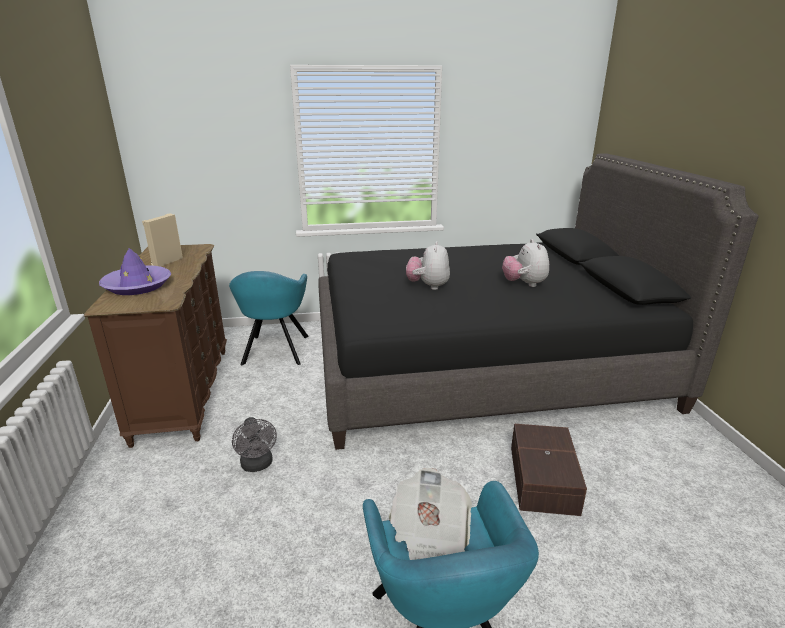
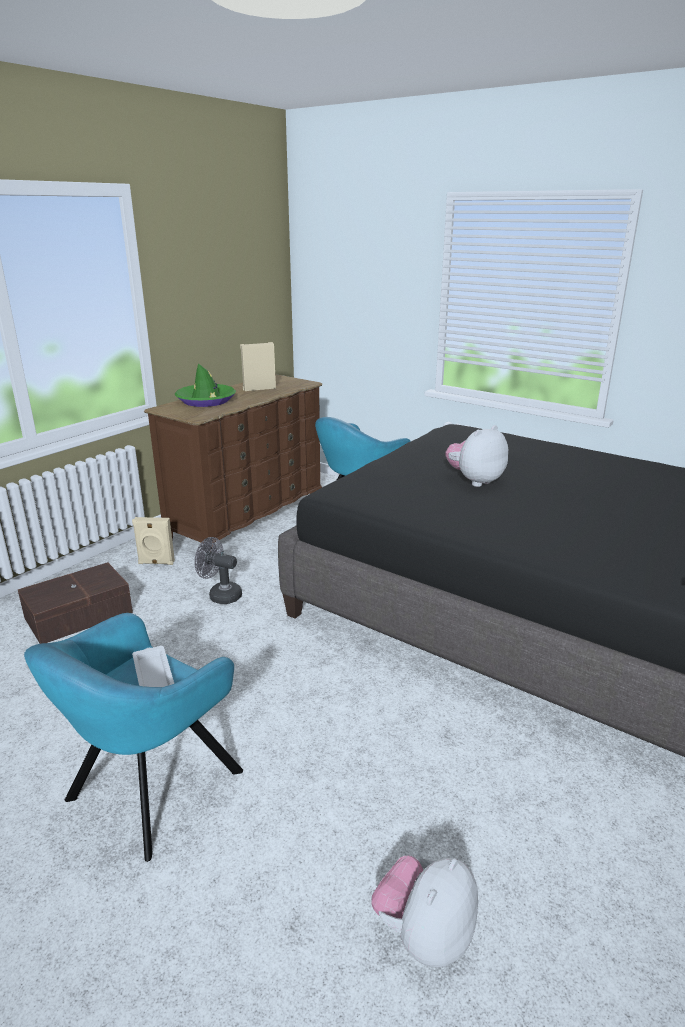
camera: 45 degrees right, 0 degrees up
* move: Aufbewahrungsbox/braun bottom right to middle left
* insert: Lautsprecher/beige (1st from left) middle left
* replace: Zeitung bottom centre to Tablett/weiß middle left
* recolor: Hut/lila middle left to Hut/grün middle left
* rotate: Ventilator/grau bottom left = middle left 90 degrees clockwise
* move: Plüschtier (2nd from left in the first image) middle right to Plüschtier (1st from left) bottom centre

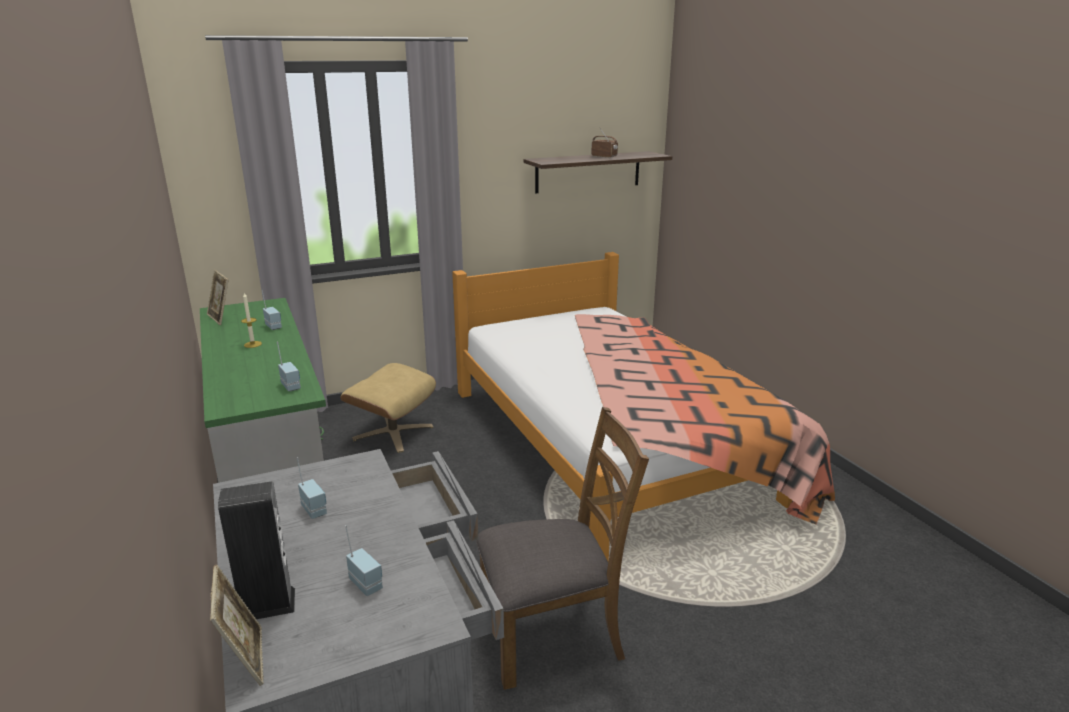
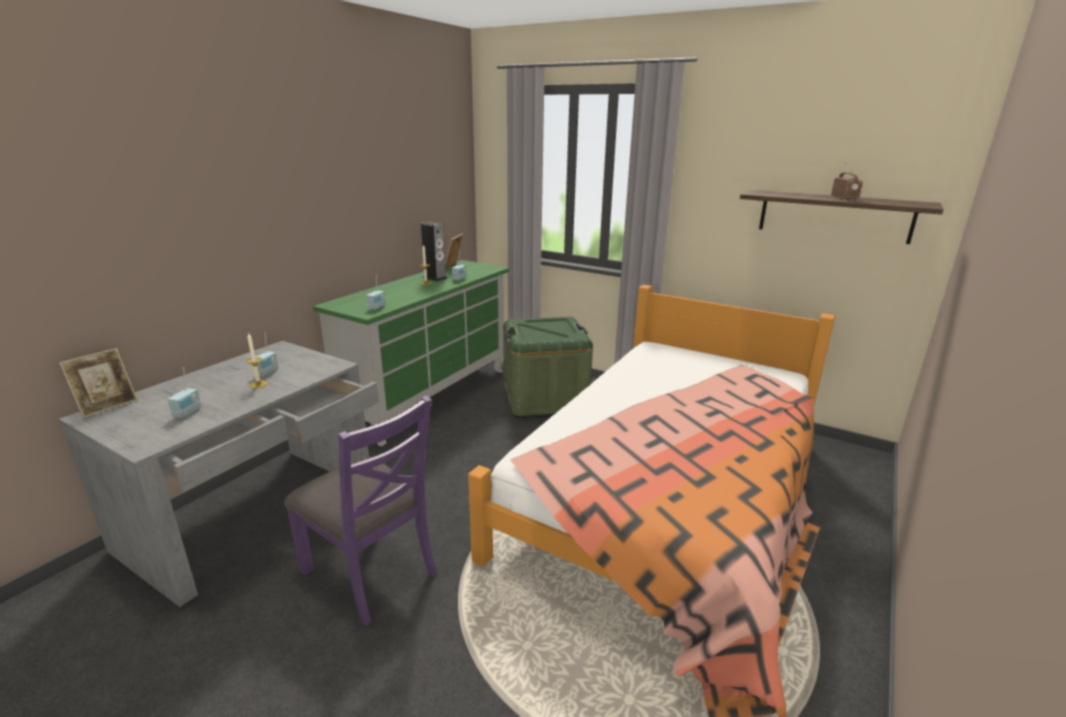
camera: 55 degrees right, 0 degrees up
* insert: Kerze (1st from left) middle left
* recolor: Stuhl/braun bottom centre to Stuhl/lila bottom centre
* move: Lautsprecher bottom left to centre
* replace: Polsterhocker/beige centre to Aufbewahrungsbox/grün centre

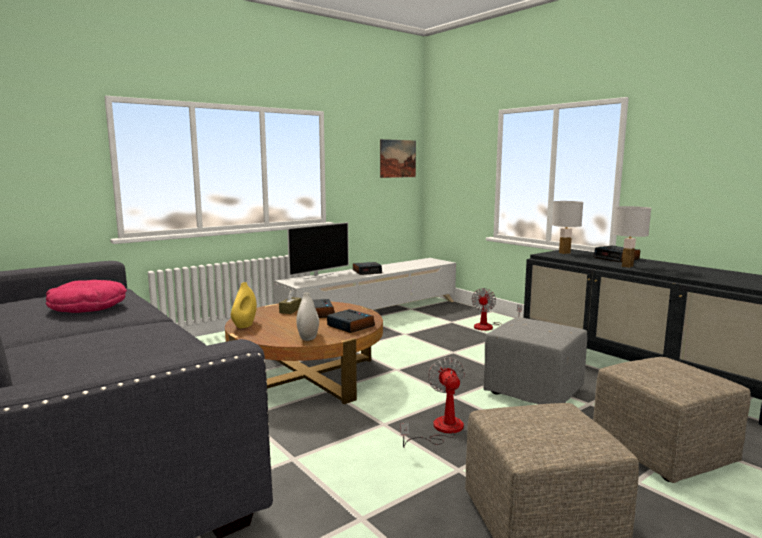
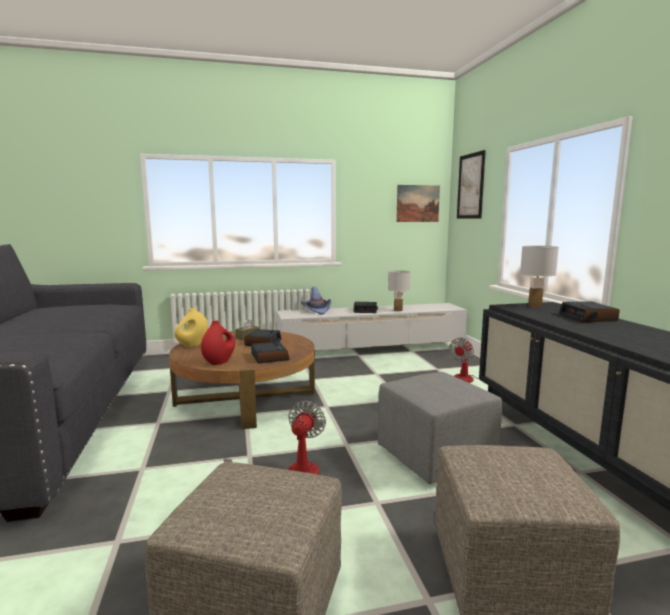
camera: 25 degrees right, 0 degrees up
* recolor: Vase/weiß centre to Vase/rot middle left
* replace: Fernseher centre to Hut/lila centre
* move: Tischlampe/weiß (2nd from left in the first image) middle right to Tischlampe/weiß (1st from left) centre
* insert: Bild (2nd from left) top right
* delete: Kissen/rosa middle left

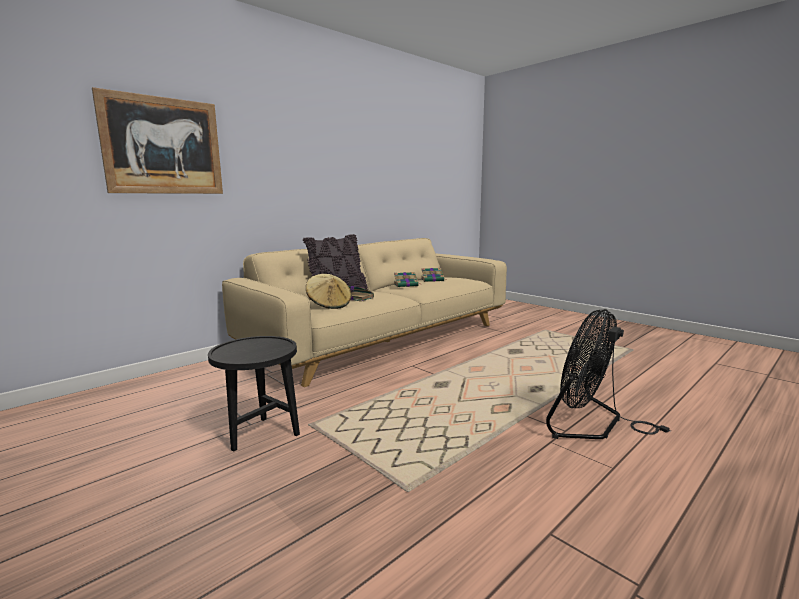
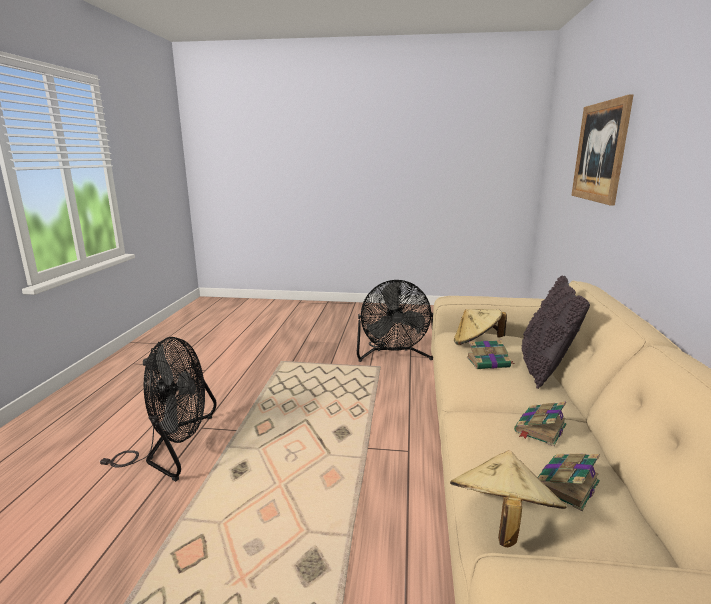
camera: 140 degrees right, 5 degrees up
* replace: Beistelltisch/schwarz middle left to Ventilator/schwarz (2nd from left) centre
* insert: Hut/beige (2nd from left) bottom right

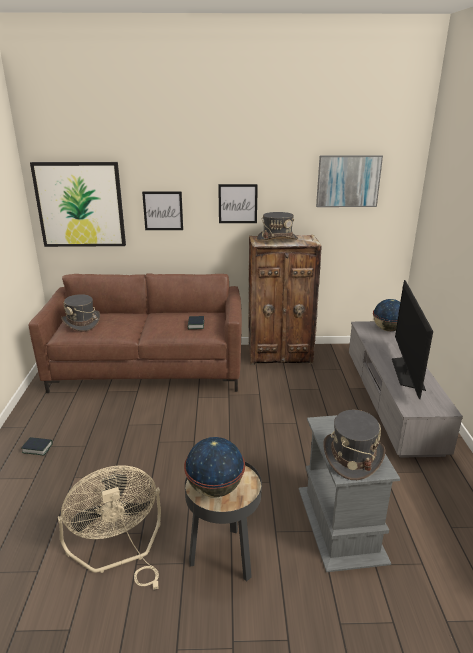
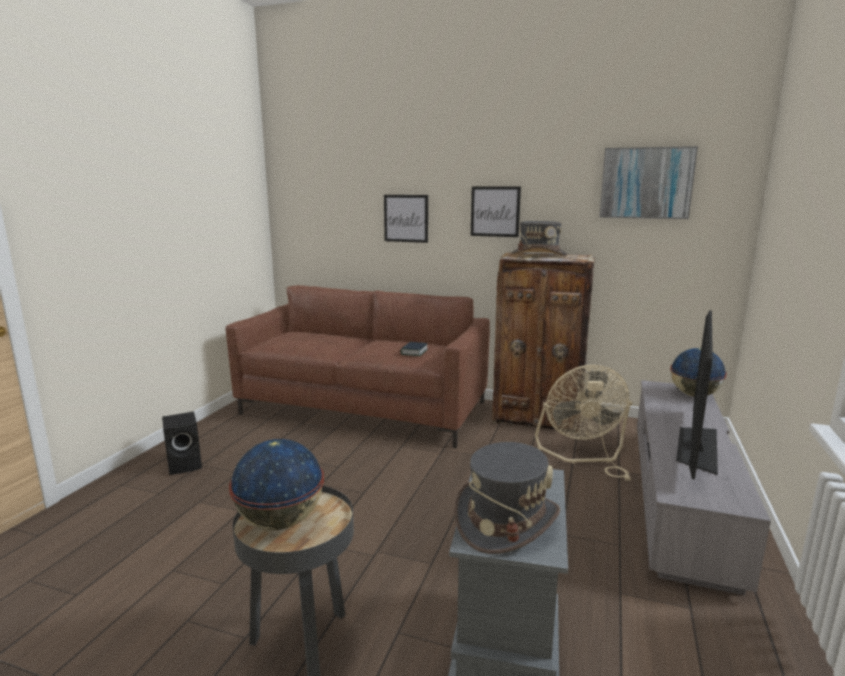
camera: 20 degrees right, 10 degrees down
* replace: Buch (1st from left) bottom left to Lautsprecher/schwarz middle left
* move: Ventilator/beige bottom left to middle right
* delete: Bild (1st from left) top left
* delete: Hut/grau (1st from left) middle left

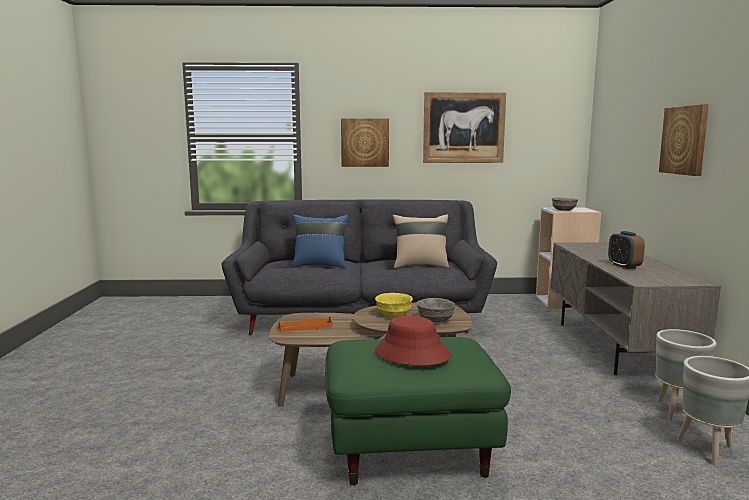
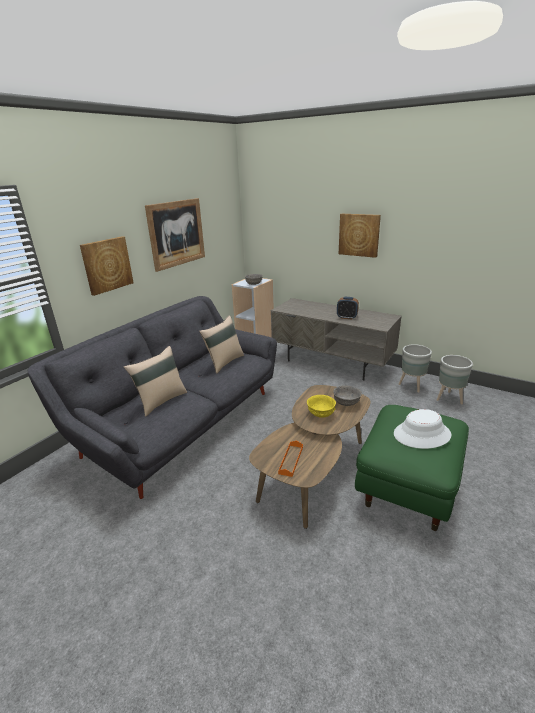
camera: 55 degrees left, 15 degrees up
* recolor: Kissen/blau centre to Kissen/beige (1st from left) middle left
* recolor: Hut/rot bottom centre to Hut/weiß middle right

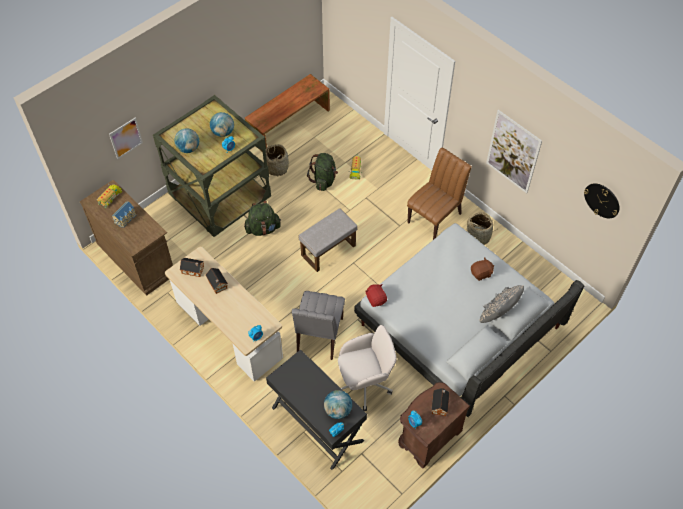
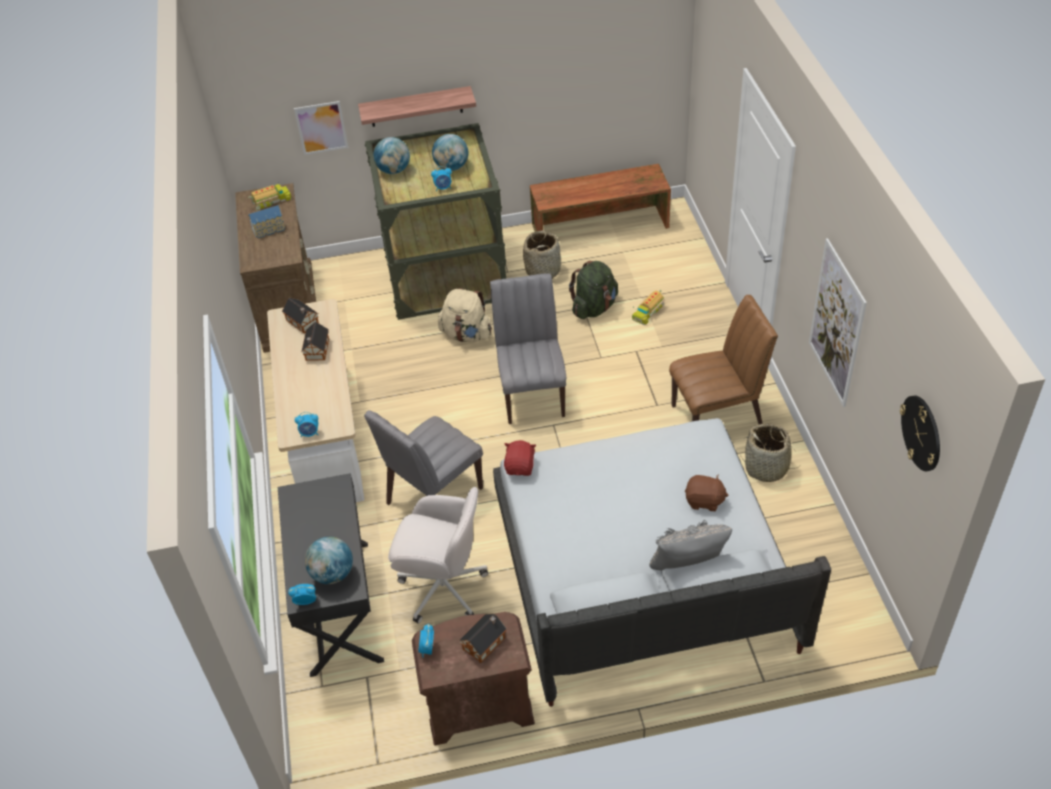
camera: 35 degrees right, 10 degrees down
* insert: Wandregal top centre
* recolor: Rucksack/grün (1st from left) centre to Rucksack/beige centre
* replace: Polsterhocker/grau centre to Stuhl/grau (2nd from left) centre

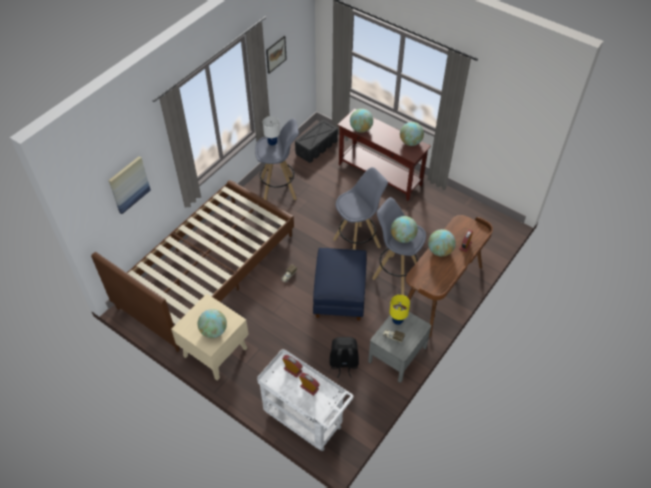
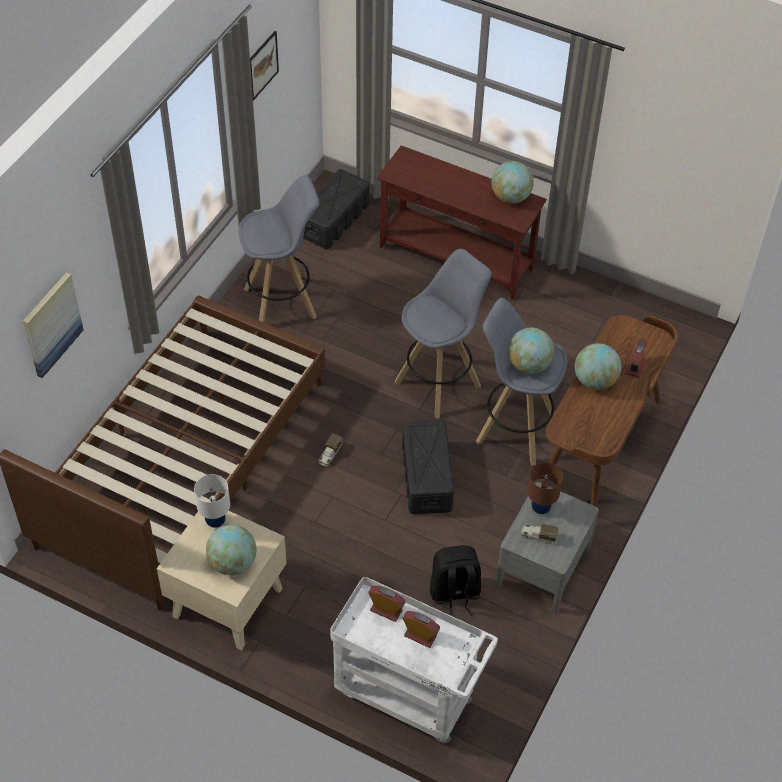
camera: 10 degrees left, 0 degrees up
* move: Tischlampe/weiß top centre to middle left
* replace: Polsterhocker/blau centre to Aufbewahrungsbox/schwarz (2nd from left) centre
* recolor: Tischlampe/gelb centre to Tischlampe/braun middle right
* delete: Globus (2nd from left) top centre

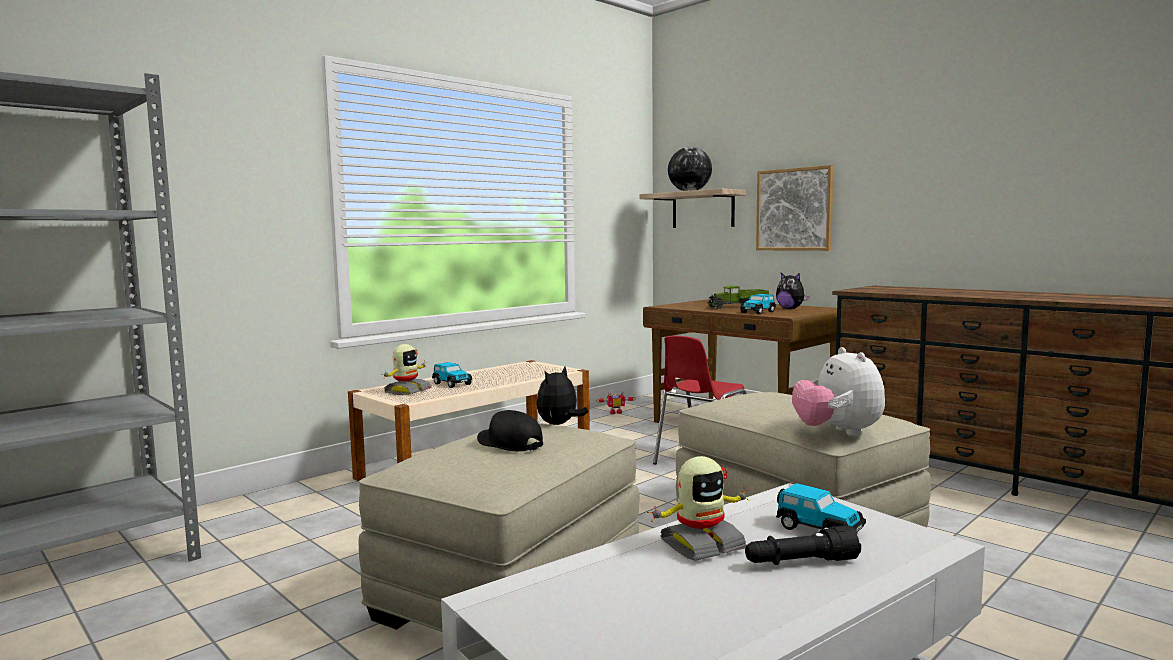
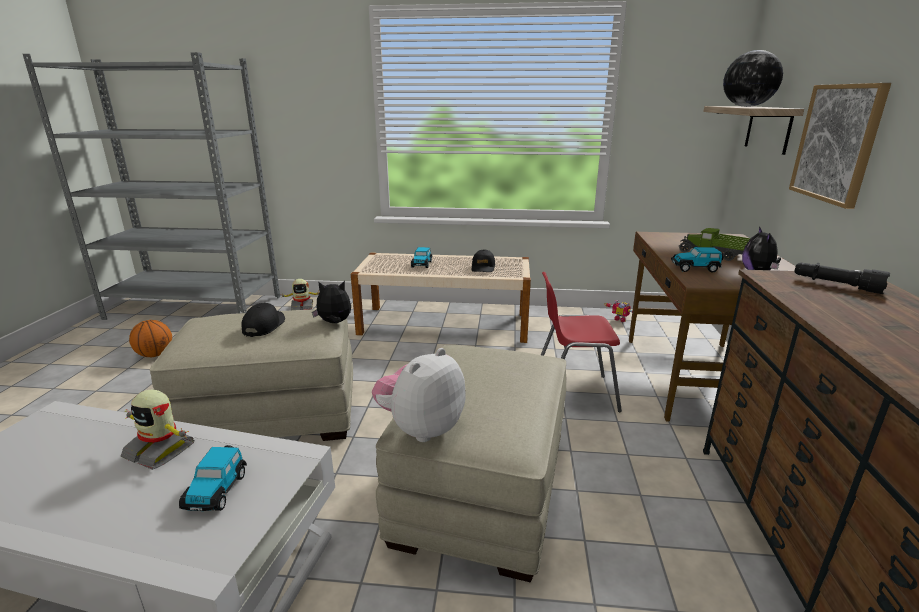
camera: 50 degrees right, 15 degrees up
* insert: Basketball middle left
* move: Spielzeugroboter (1st from left in the first image) centre to Spielzeugroboter (2nd from left) middle left
* insert: Kappe/schwarz (2nd from left) centre
* move: Taschenlampe/schwarz bottom right to middle right

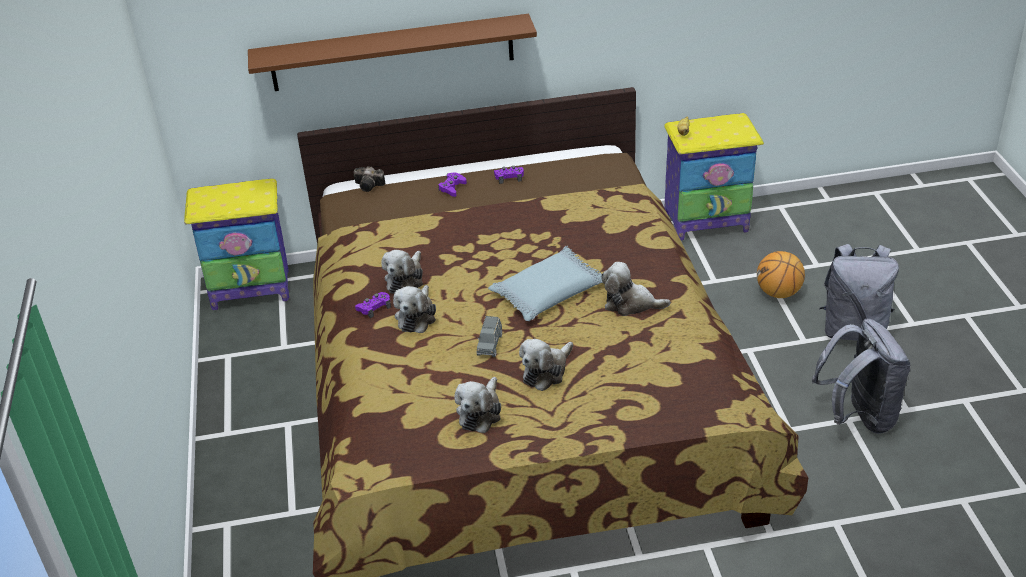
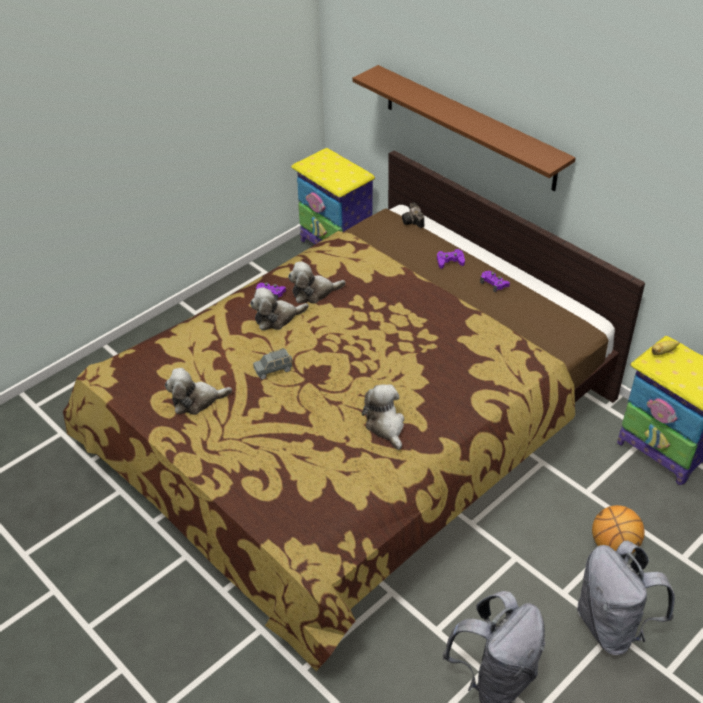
camera: 55 degrees right, 5 degrees up
* delete: Kissen/blau centre
* delete: Plüschtier (4th from left) centre

